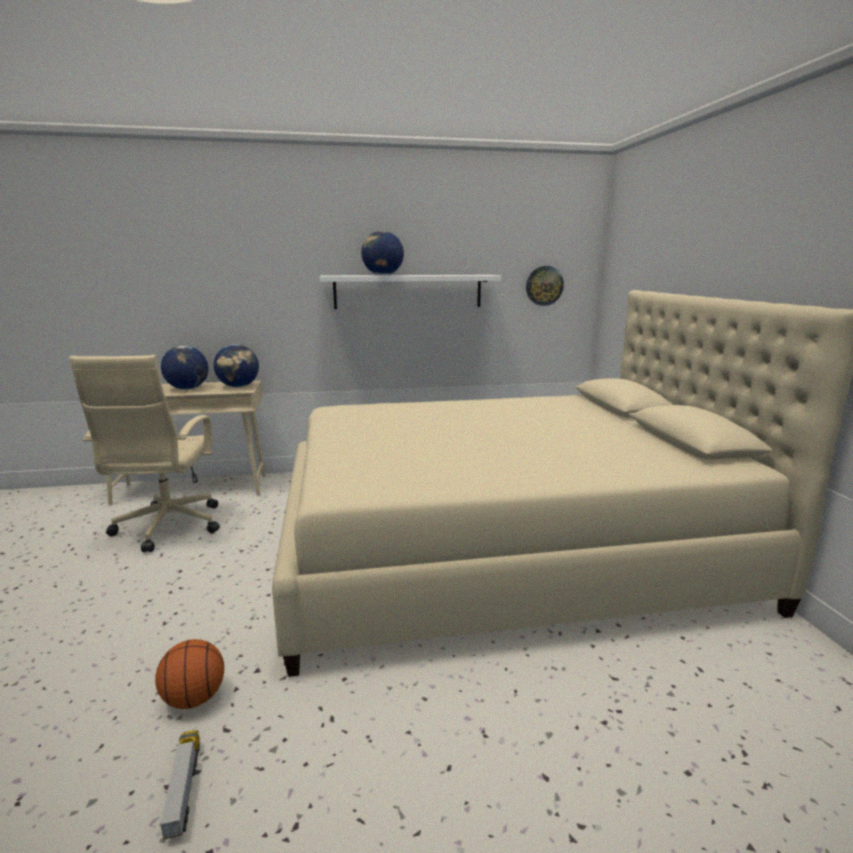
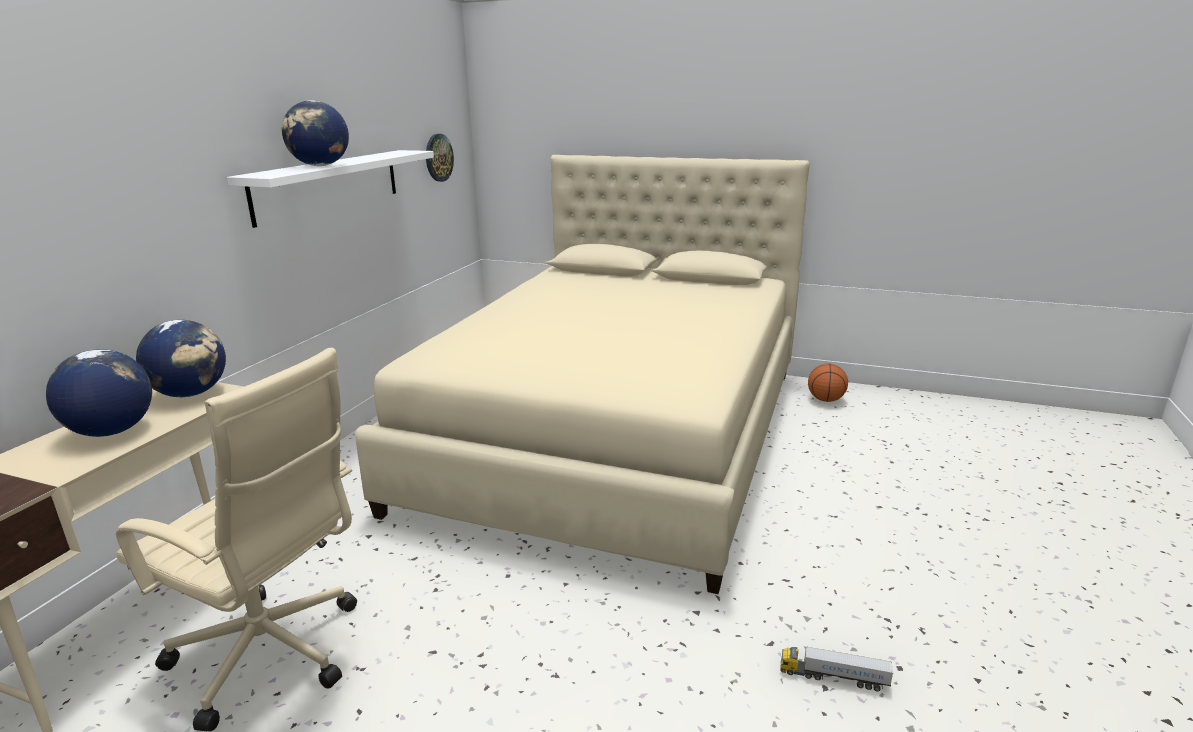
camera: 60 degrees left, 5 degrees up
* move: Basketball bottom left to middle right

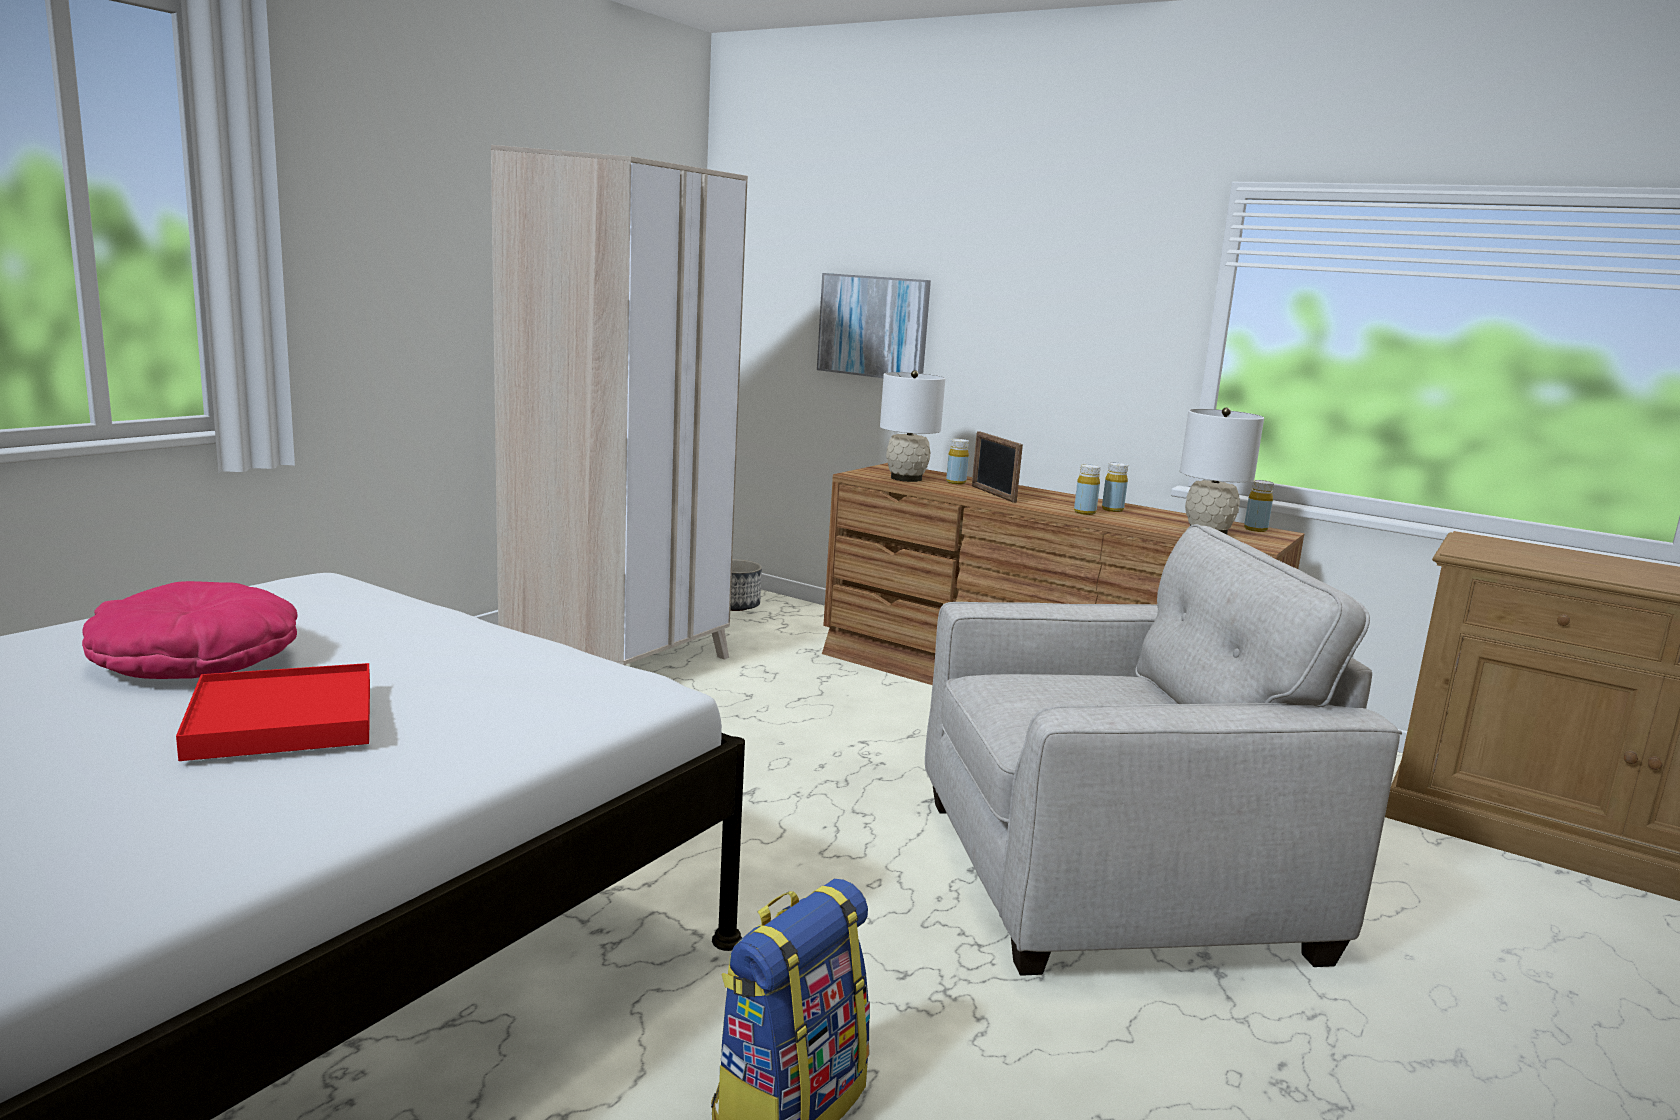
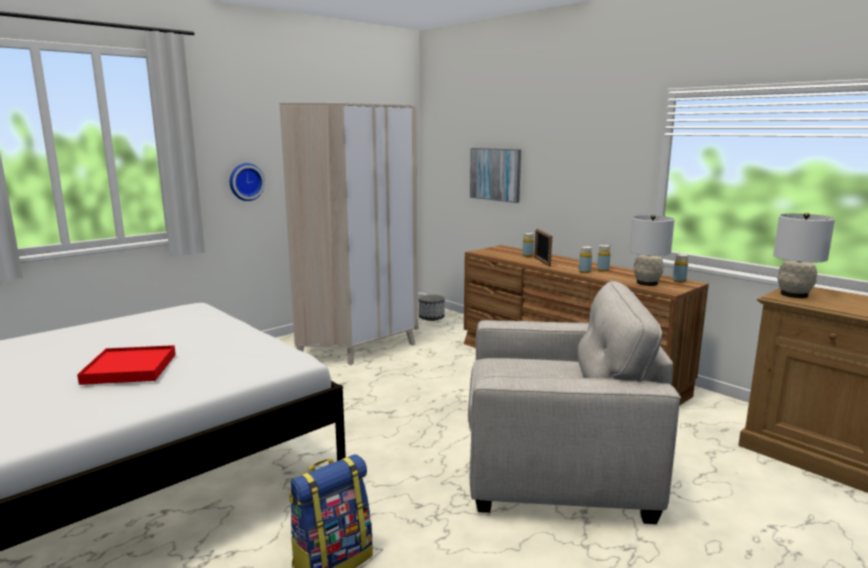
camera: 15 degrees right, 0 degrees up
* insert: Wanduhr top left
* move: Tischlampe/weiß (1st from left in the first image) centre to Tischlampe/weiß (2nd from left) middle right
* delete: Kissen/rosa middle left

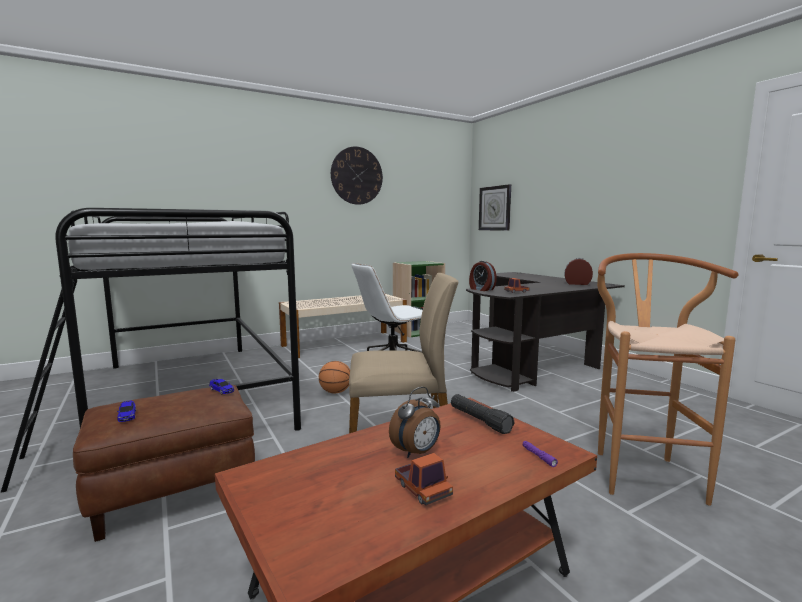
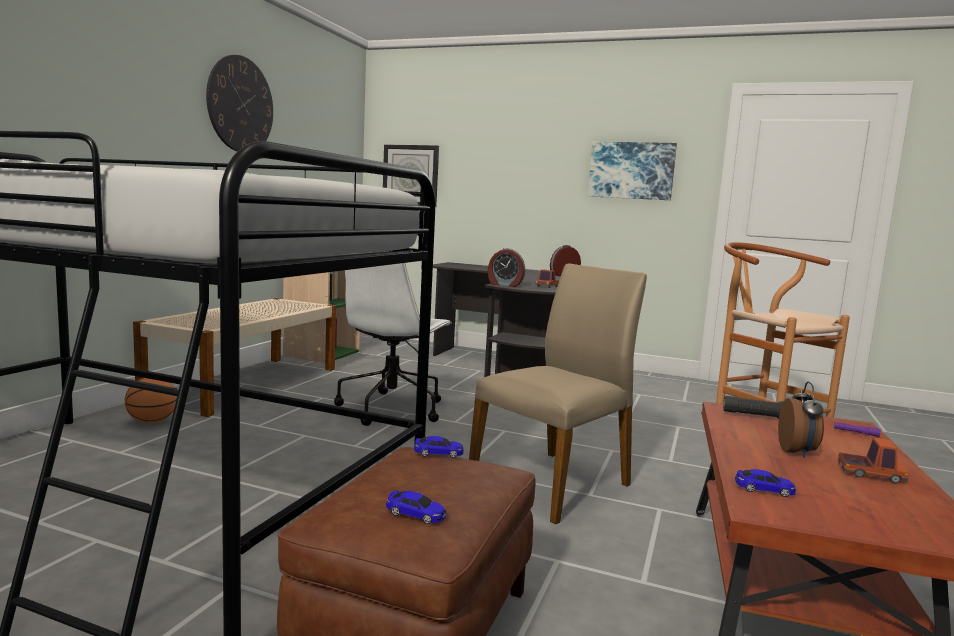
camera: 40 degrees left, 0 degrees up
* move: Basketball centre to middle left
* insert: Bild top centre
* insert: Spielzeugauto (3rd from left) bottom right

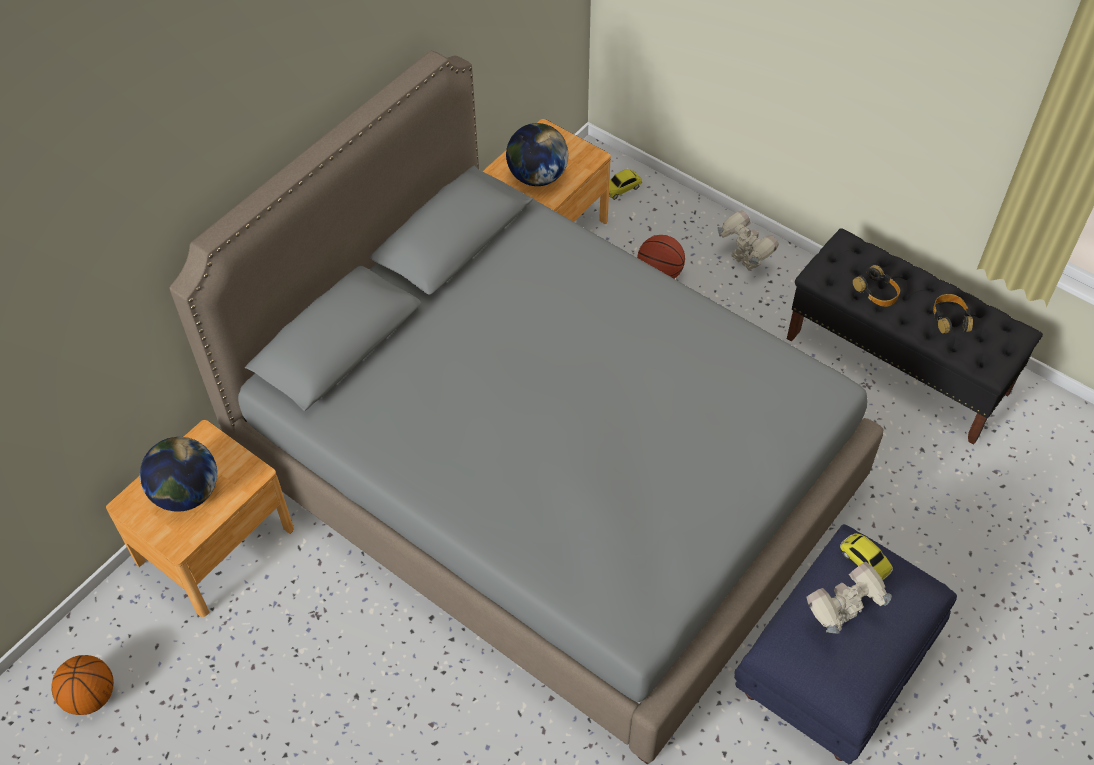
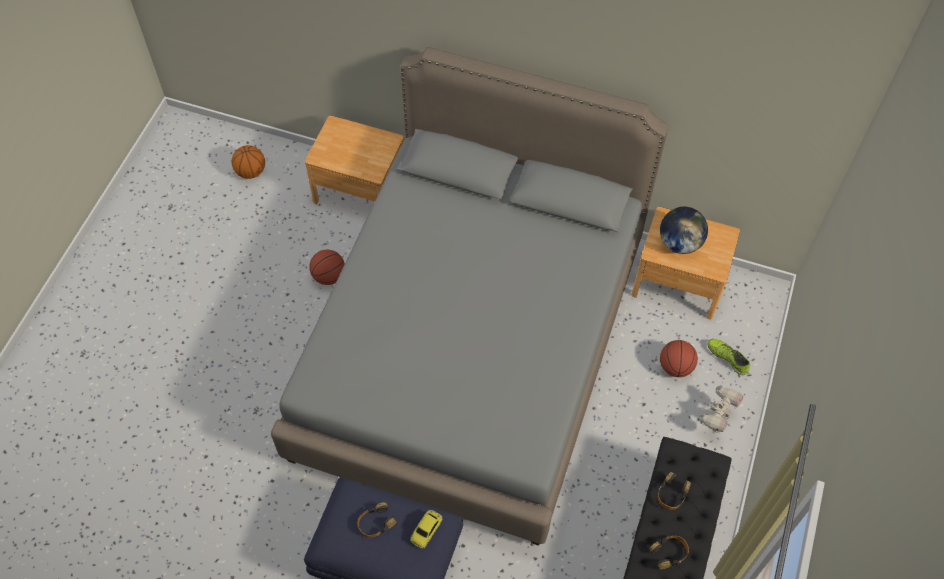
camera: 70 degrees right, 5 degrees up
* insert: Basketball (2nd from left) centre
* replace: Spielzeugroboter (2nd from left) bottom right to Kopfhörer (1st from left) bottom centre
* insert: Schuh middle right
* delete: Globus (1st from left) middle left
* delete: Spielzeugauto (1st from left) top centre

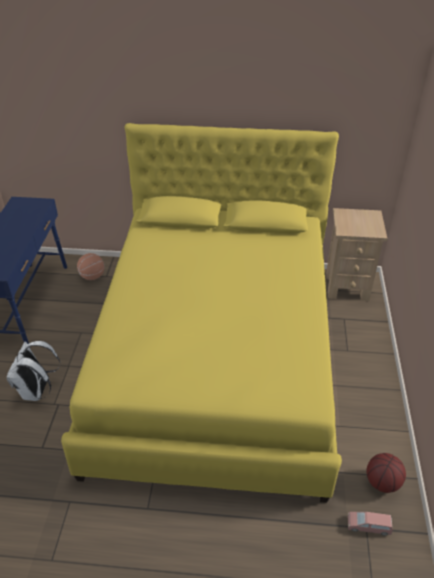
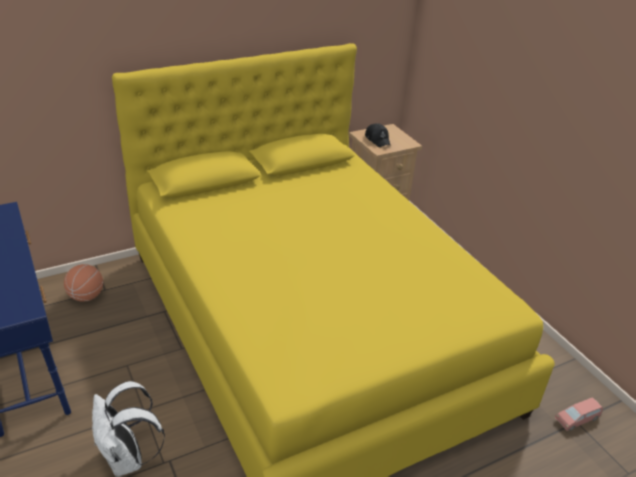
camera: 35 degrees left, 5 degrees down
* insert: Kappe/schwarz top centre
* delete: Basketball (2nd from left) bottom right

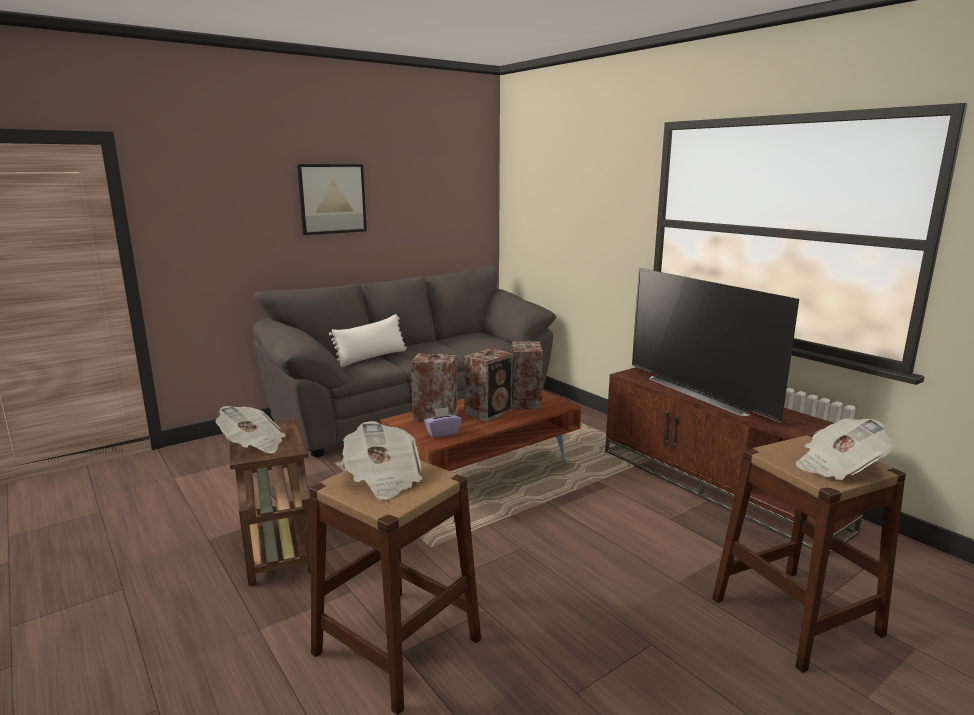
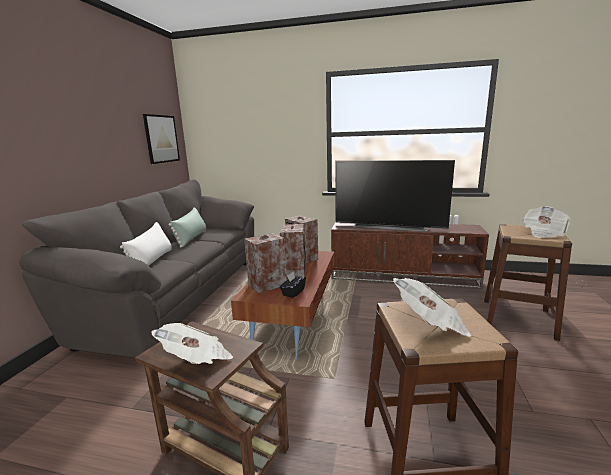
camera: 40 degrees left, 0 degrees up
* move: Bild top centre to top left
* insert: Kissen/grün middle left
* recolor: Taschentuchbox/lila centre to Taschentuchbox/schwarz centre

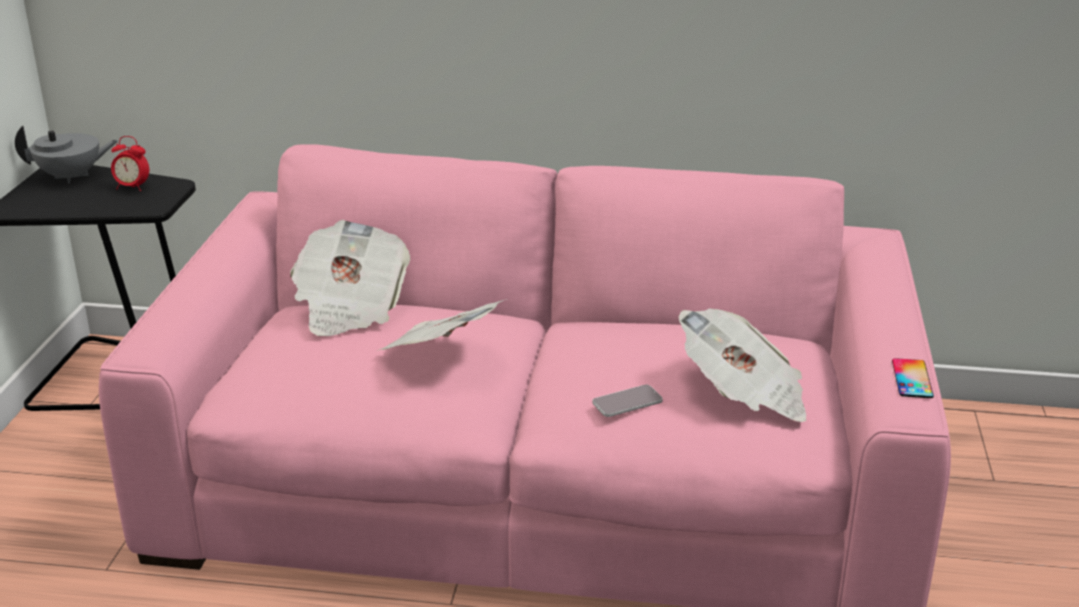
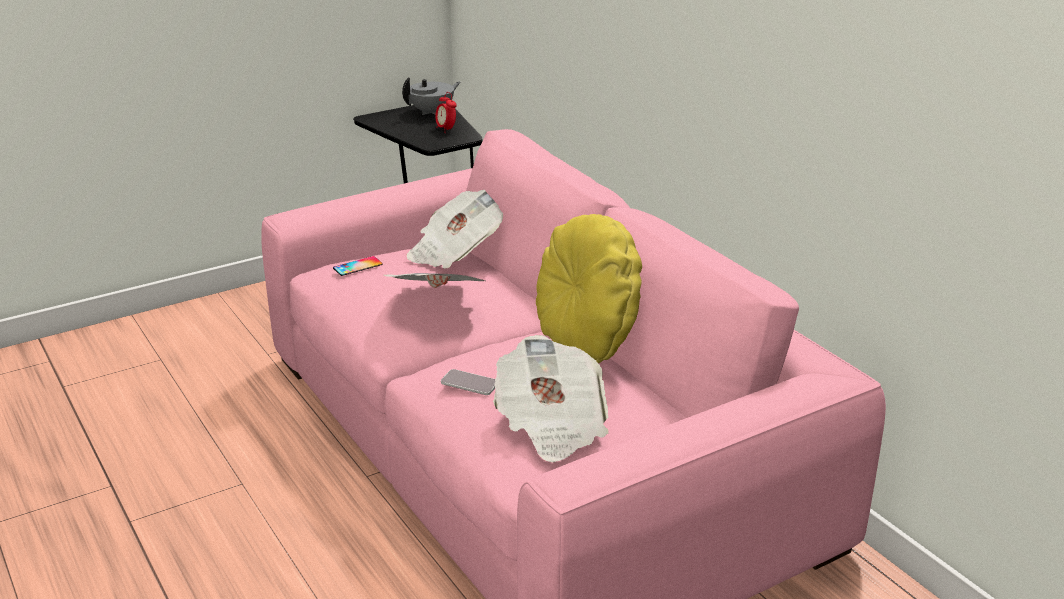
camera: 50 degrees right, 0 degrees up
* move: Handy (2nd from left in the first image) middle right to Handy (1st from left) centre
* rotate: Teekanne/grau top left = top centre 75 degrees counterclockwise
* insert: Kissen/gelb centre

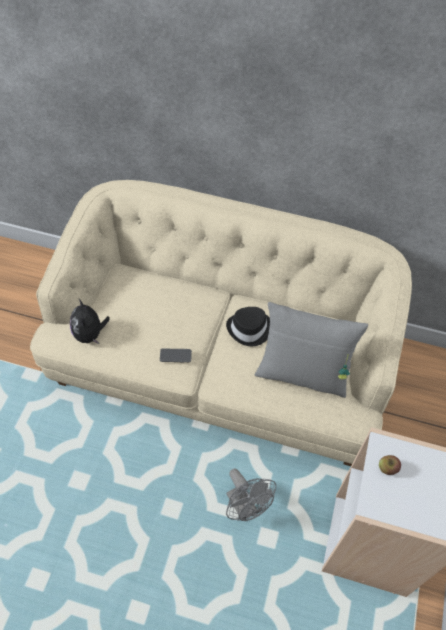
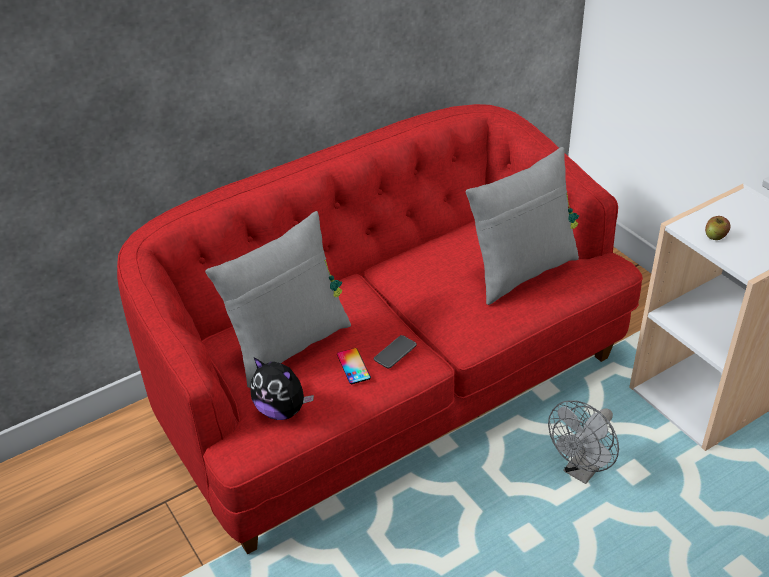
camera: 45 degrees left, 15 degrees down
* recolor: Sofa/beige centre to Sofa/rot centre
* insert: Kissen/grau (1st from left) centre
* insert: Handy (1st from left) centre
* rotate: Ventilator/grau bottom centre = bottom right 120 degrees clockwise
* delete: Hut/schwarz centre

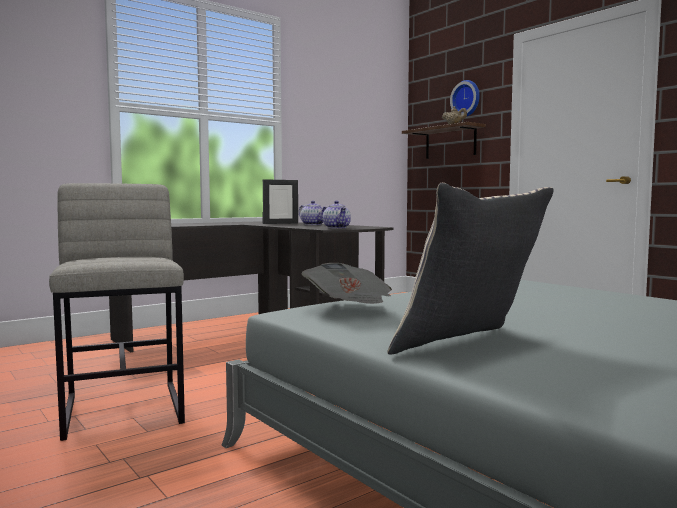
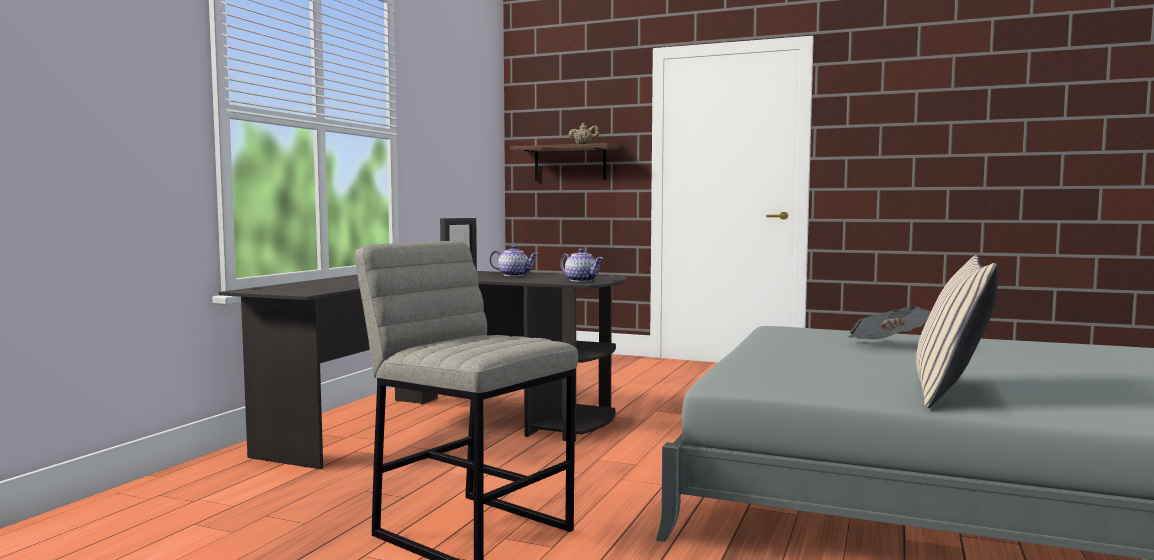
camera: 30 degrees left, 0 degrees up
* move: Zeitung centre to middle right
* delete: Wanduhr top right

